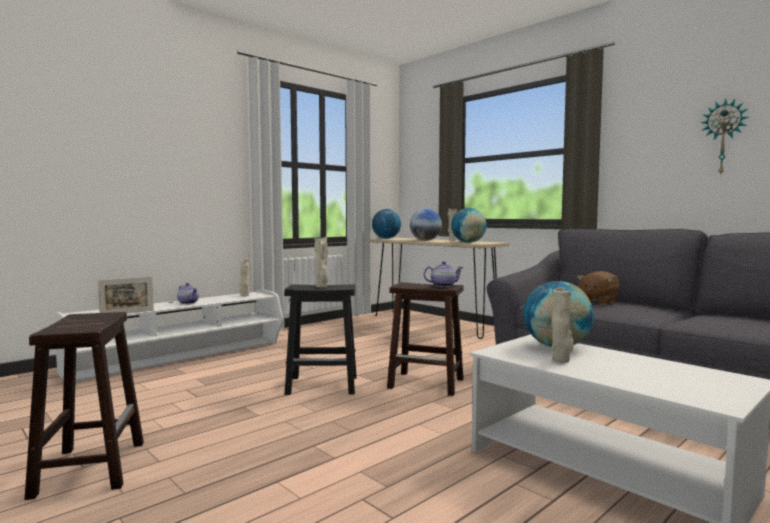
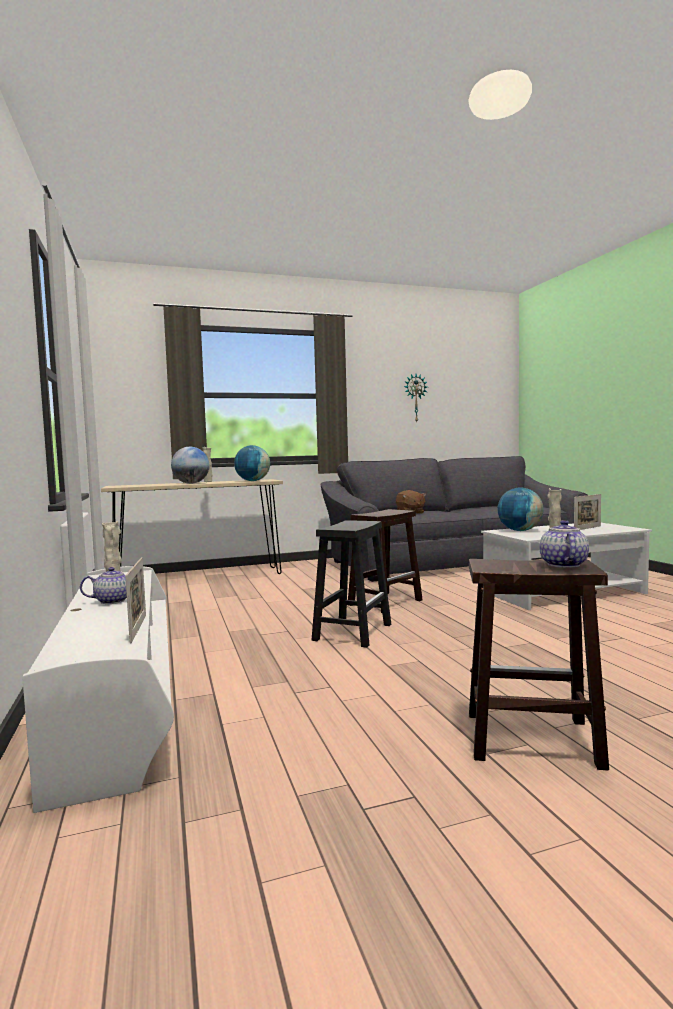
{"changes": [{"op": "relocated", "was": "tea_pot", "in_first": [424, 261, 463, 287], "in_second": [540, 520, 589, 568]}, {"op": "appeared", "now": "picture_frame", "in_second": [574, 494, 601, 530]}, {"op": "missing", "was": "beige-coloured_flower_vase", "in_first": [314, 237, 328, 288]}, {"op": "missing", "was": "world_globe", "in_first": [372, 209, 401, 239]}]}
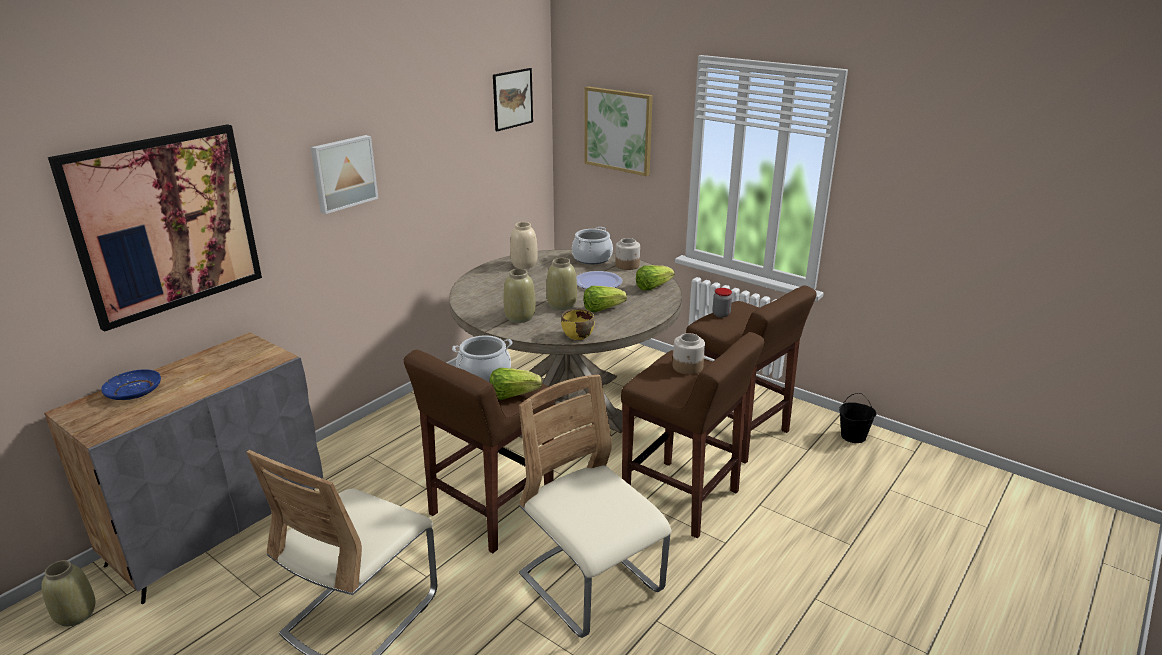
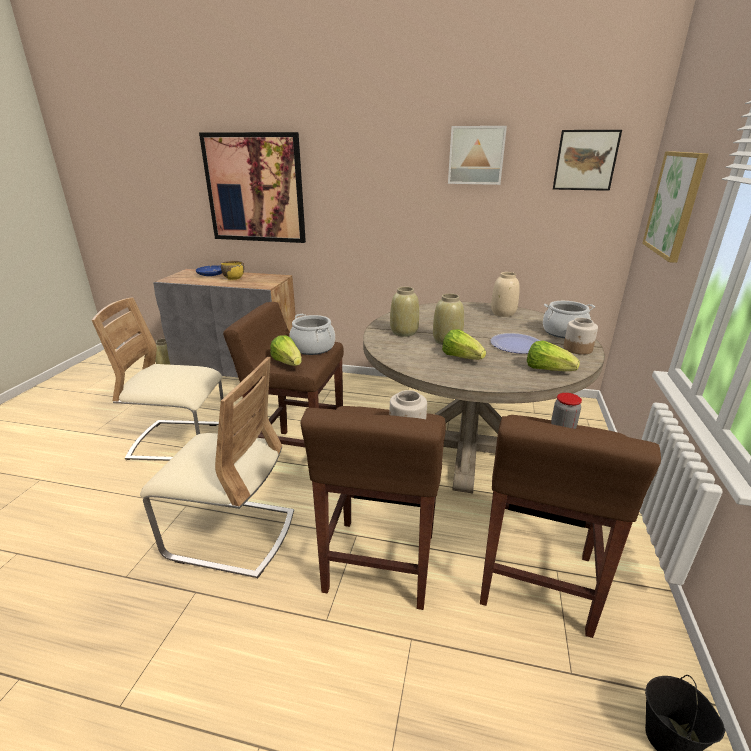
{"changes": [{"op": "spun", "was": "beige-coloured_plain_chair", "in_first": [519, 374, 671, 638], "in_second": [140, 357, 294, 578], "clockwise": 75}, {"op": "relocated", "was": "yellowish_deep_dish", "in_first": [561, 309, 595, 340], "in_second": [221, 261, 244, 280]}, {"op": "relocated", "was": "wall_picture", "in_first": [311, 135, 378, 214], "in_second": [448, 126, 507, 185]}]}
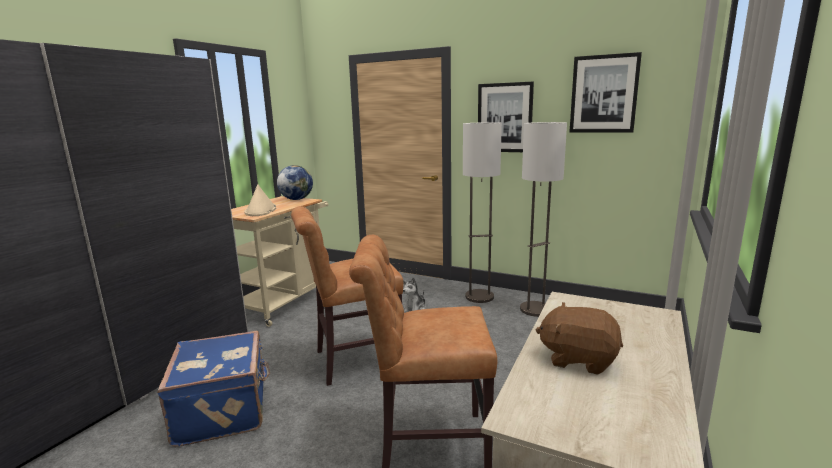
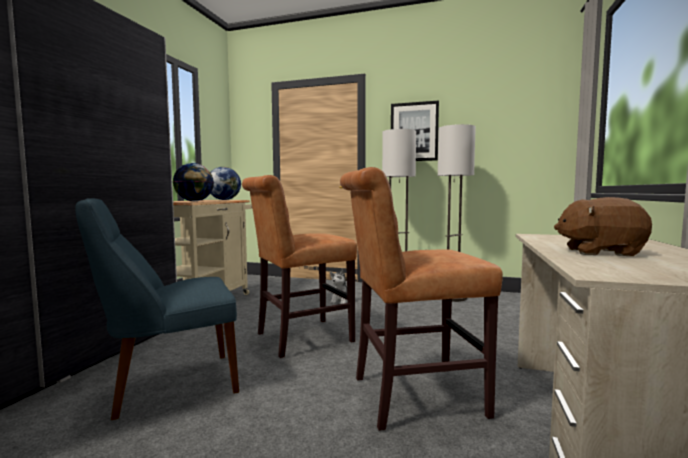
{"changes": [{"op": "exchanged", "was": "blue_suitcase", "now": "blue_plain_chair", "in_first": [157, 331, 270, 447], "in_second": [75, 198, 239, 420]}, {"op": "exchanged", "was": "beige-coloured_hat", "now": "world_globe", "in_first": [244, 185, 276, 216], "in_second": [173, 163, 214, 201]}, {"op": "missing", "was": "wall_picture", "in_first": [569, 52, 642, 132]}]}
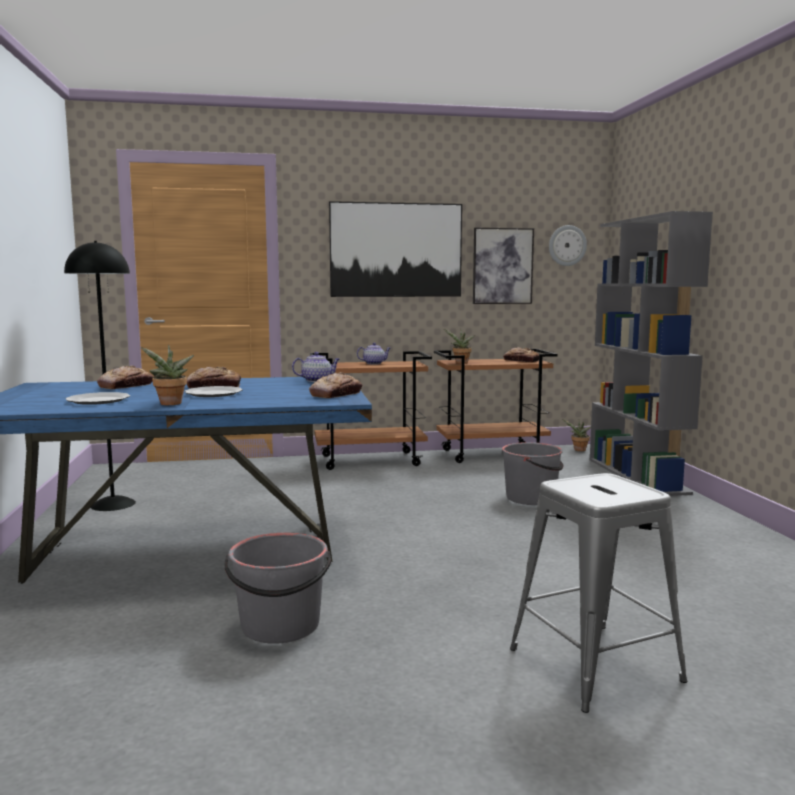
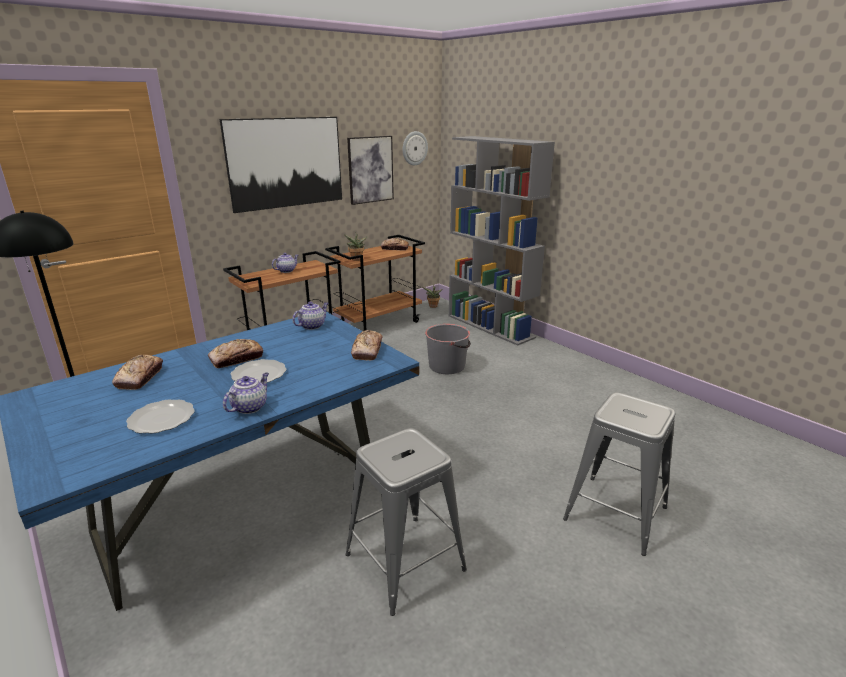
{"changes": [{"op": "exchanged", "was": "potted_plant", "now": "tea_pot", "in_first": [141, 345, 194, 405], "in_second": [223, 372, 269, 414]}, {"op": "exchanged", "was": "gray_pail", "now": "gray_stool", "in_first": [224, 533, 331, 644], "in_second": [345, 428, 467, 616]}]}
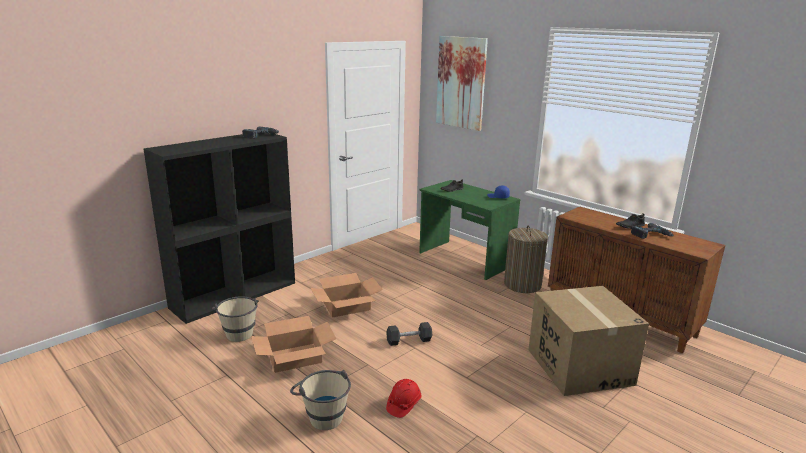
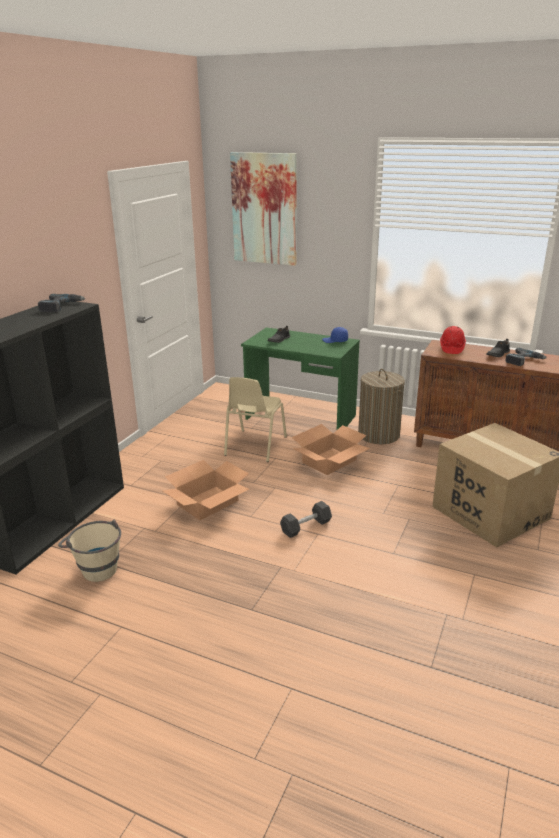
{"changes": [{"op": "appeared", "now": "beige-coloured_plain_chair", "in_second": [224, 377, 287, 462]}, {"op": "relocated", "was": "packing_box", "in_first": [251, 316, 336, 373], "in_second": [292, 424, 370, 475]}, {"op": "relocated", "was": "red-coloured_safety_helmet", "in_first": [386, 379, 422, 418], "in_second": [440, 326, 466, 354]}, {"op": "missing", "was": "beige-coloured_pail", "in_first": [290, 370, 351, 430]}]}
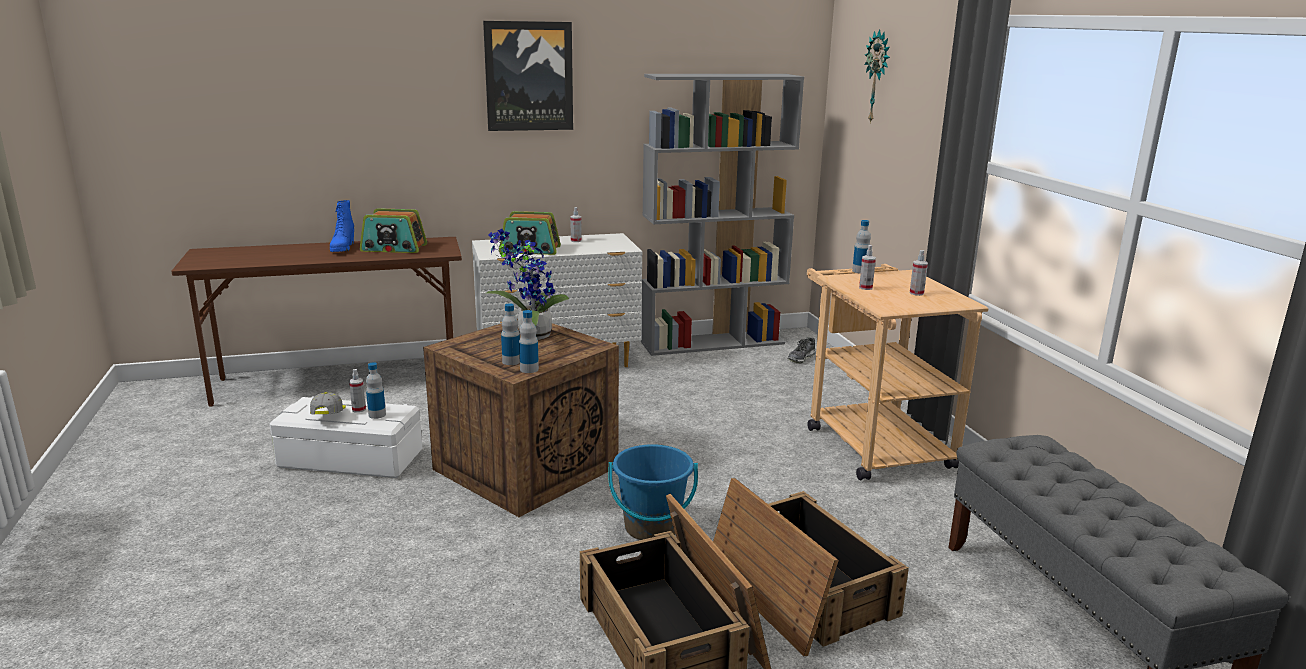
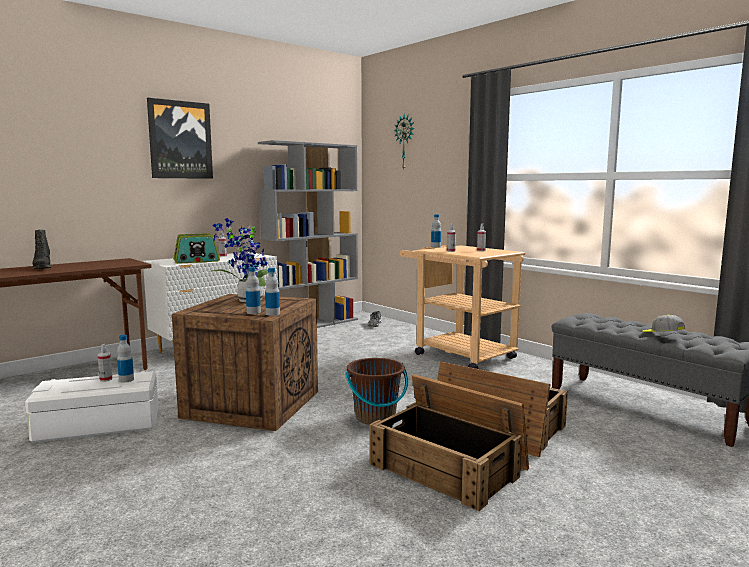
{"changes": [{"op": "colour", "was": "blue_high-top_boot", "now": "blackish_high-top_boot", "in_first": [330, 200, 354, 252], "in_second": [32, 230, 51, 269]}, {"op": "colour", "was": "blue_pail", "now": "brown_pail", "in_first": [608, 444, 698, 540], "in_second": [345, 358, 408, 425]}, {"op": "relocated", "was": "cap", "in_first": [310, 392, 346, 415], "in_second": [642, 314, 685, 332]}, {"op": "missing", "was": "radio", "in_first": [360, 208, 427, 253]}]}
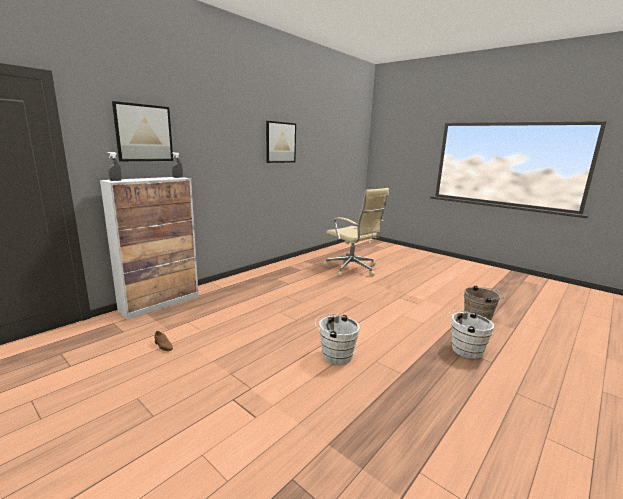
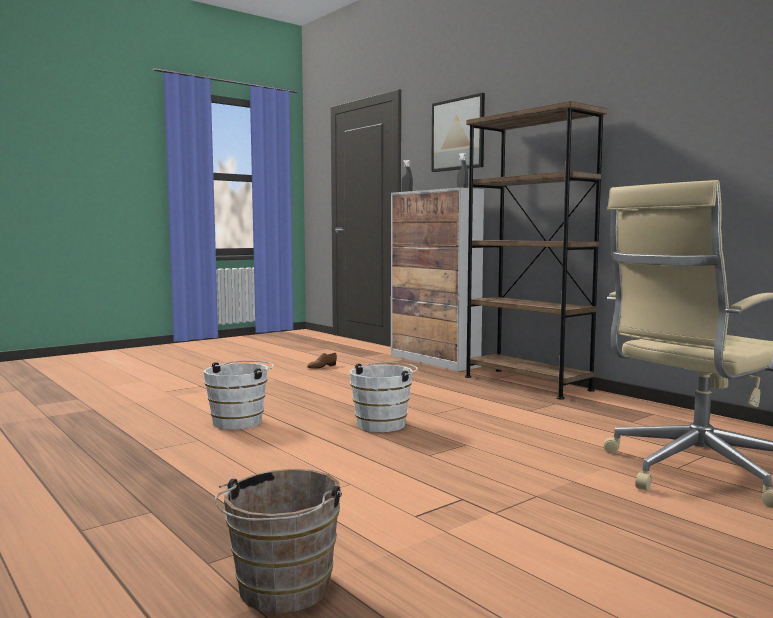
{"changes": [{"op": "relocated", "was": "whitish_pail", "in_first": [447, 310, 494, 359], "in_second": [350, 362, 418, 432]}, {"op": "appeared", "now": "brown_bookcase", "in_second": [465, 101, 607, 400]}, {"op": "missing", "was": "wall_picture", "in_first": [266, 121, 296, 163]}]}
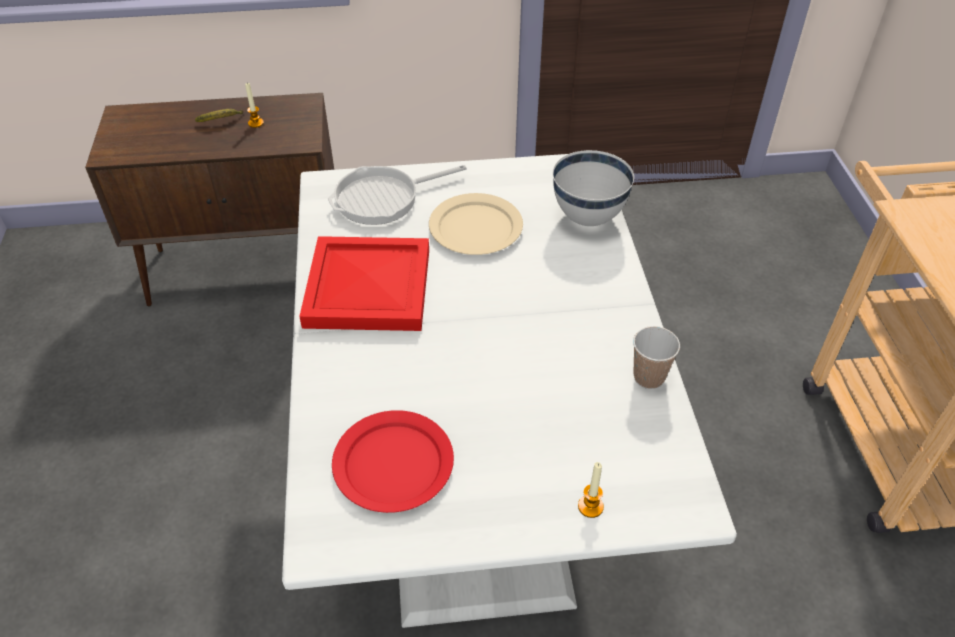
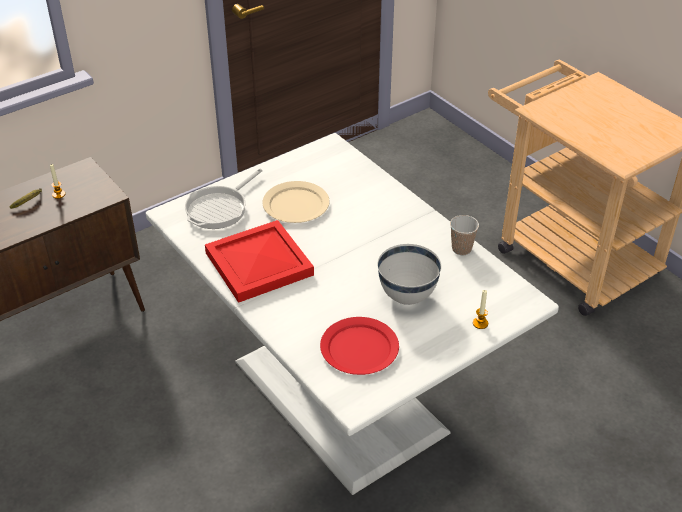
{"changes": [{"op": "relocated", "was": "whitish_deep_dish", "in_first": [553, 150, 634, 226], "in_second": [377, 244, 442, 305]}]}
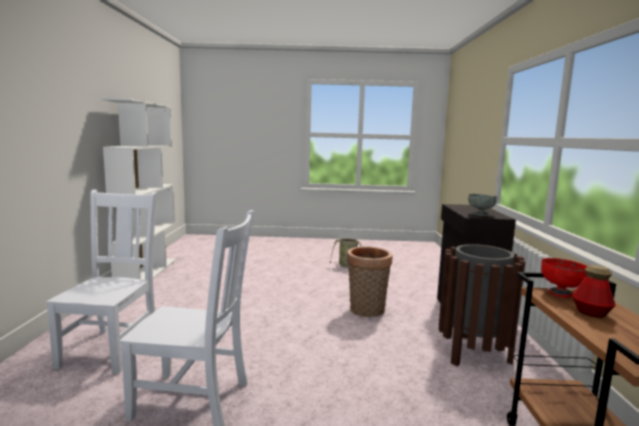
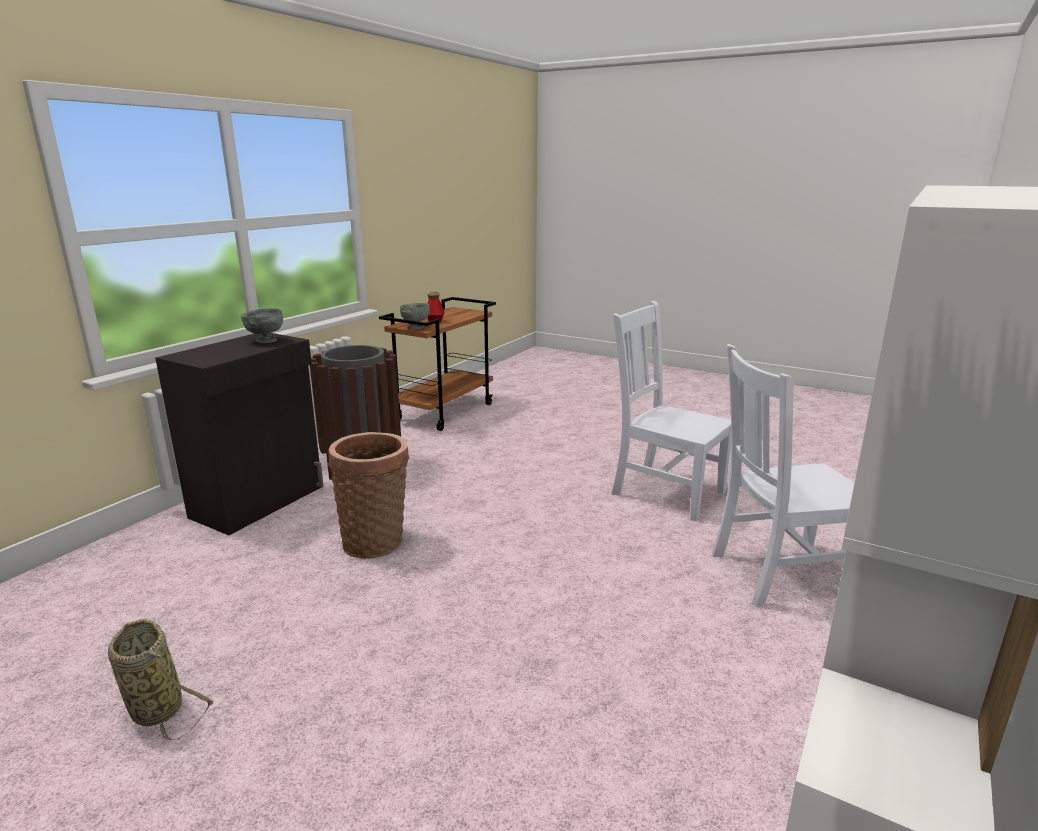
{"changes": [{"op": "colour", "was": "red-coloured_deep_dish", "now": "gray_deep_dish", "in_first": [541, 258, 588, 298], "in_second": [400, 303, 430, 329]}, {"op": "spun", "was": "whitish_plain_chair", "in_first": [46, 190, 157, 374], "in_second": [712, 344, 854, 607], "clockwise": 45}]}
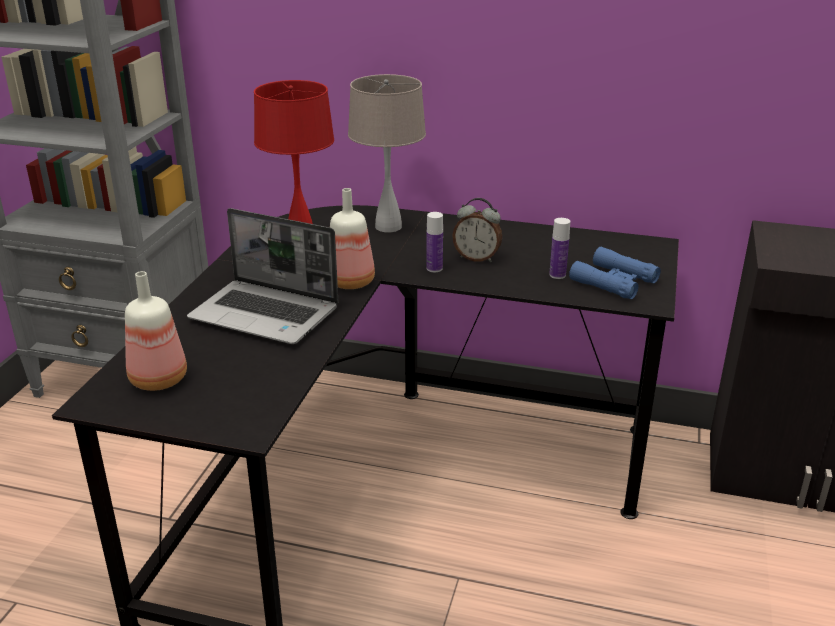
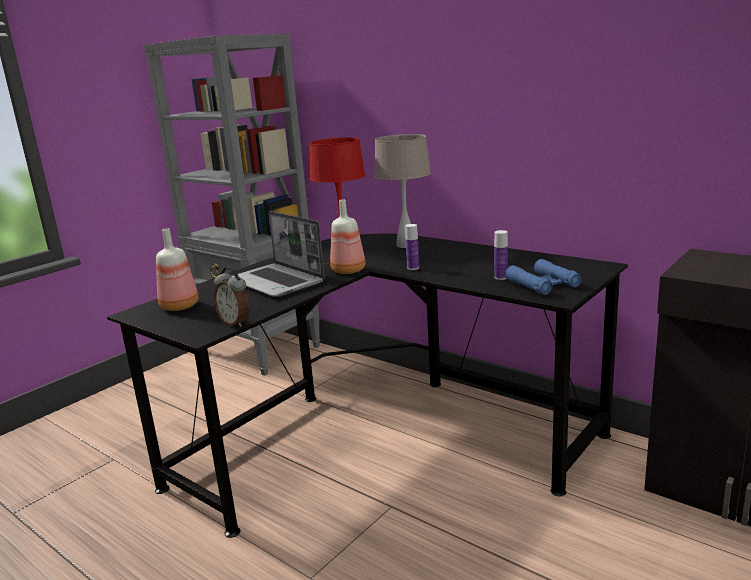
{"changes": [{"op": "relocated", "was": "alarm_clock", "in_first": [452, 198, 502, 262], "in_second": [214, 267, 250, 327]}]}
